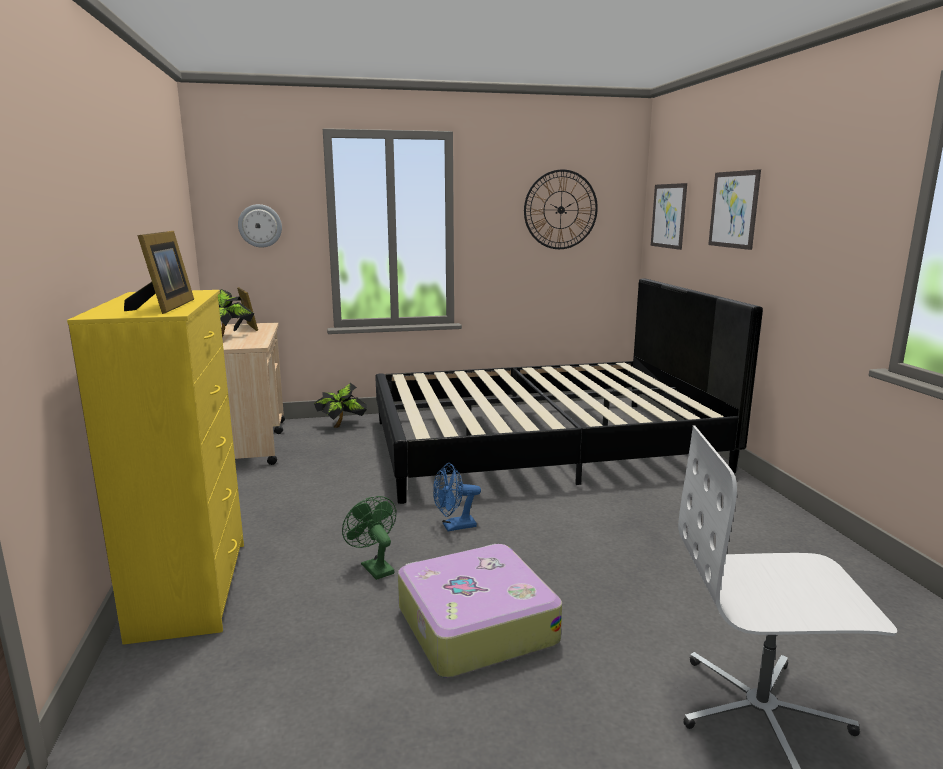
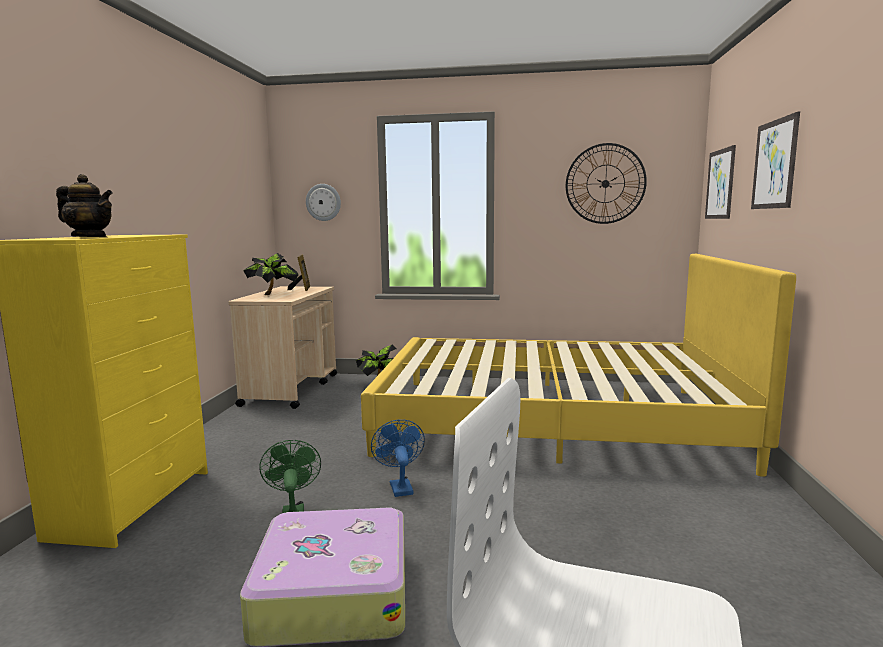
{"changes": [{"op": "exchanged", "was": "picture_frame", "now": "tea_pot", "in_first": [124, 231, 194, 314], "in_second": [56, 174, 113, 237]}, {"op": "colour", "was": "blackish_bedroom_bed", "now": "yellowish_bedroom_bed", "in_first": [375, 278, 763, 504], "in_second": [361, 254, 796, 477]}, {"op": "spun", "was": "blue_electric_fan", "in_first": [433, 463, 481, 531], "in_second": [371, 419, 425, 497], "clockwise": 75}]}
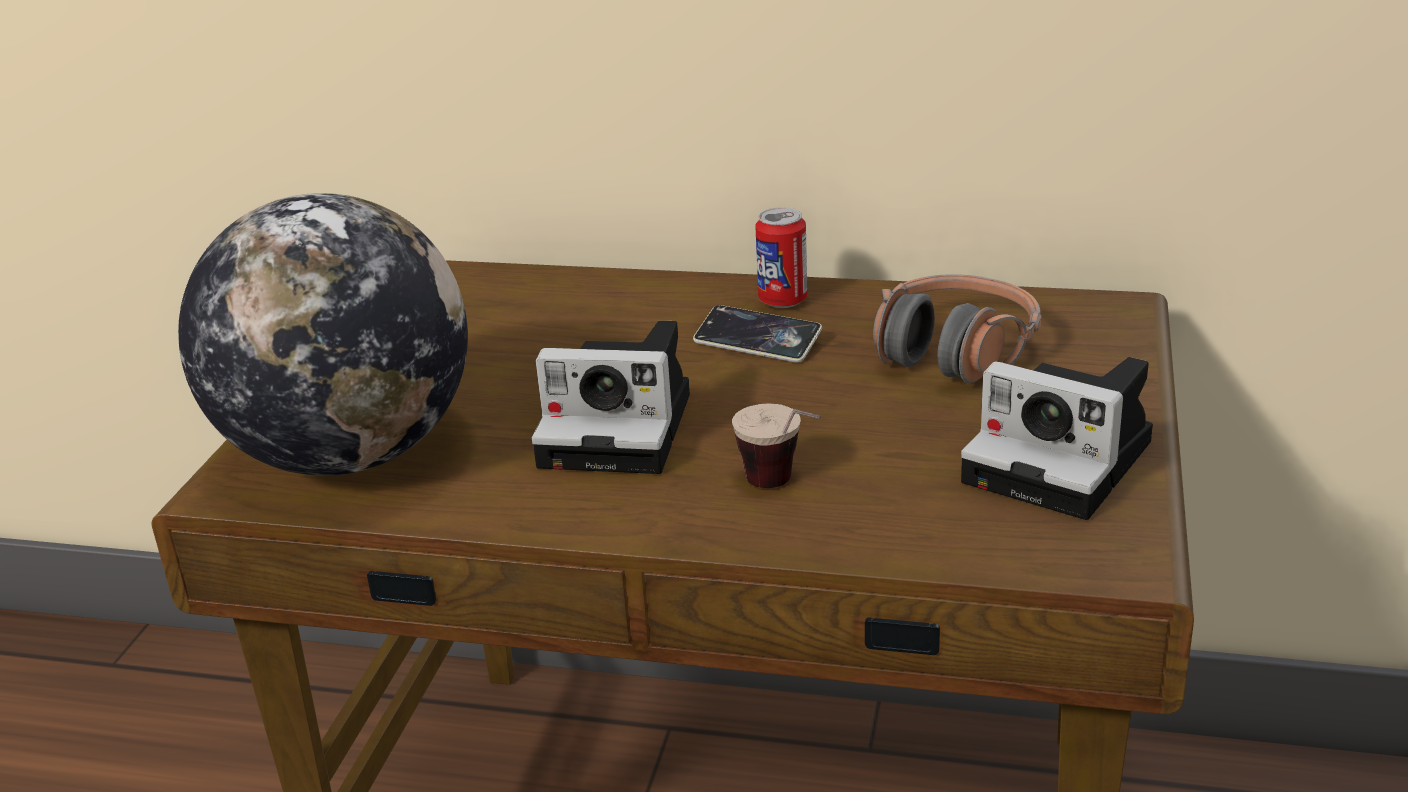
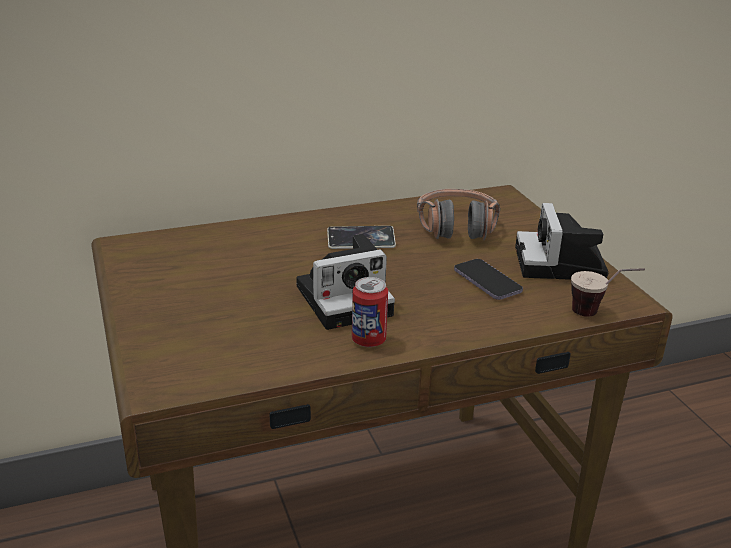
{"changes": [{"op": "relocated", "was": "sealed_can", "in_first": [755, 207, 808, 308], "in_second": [352, 277, 388, 347]}, {"op": "appeared", "now": "handset", "in_second": [454, 259, 523, 300]}, {"op": "spun", "was": "photo_camera", "in_first": [961, 357, 1153, 520], "in_second": [515, 203, 608, 280], "clockwise": 90}, {"op": "relocated", "was": "small_cup", "in_first": [732, 403, 821, 488], "in_second": [571, 268, 645, 317]}, {"op": "missing", "was": "world_globe", "in_first": [178, 193, 468, 476]}]}
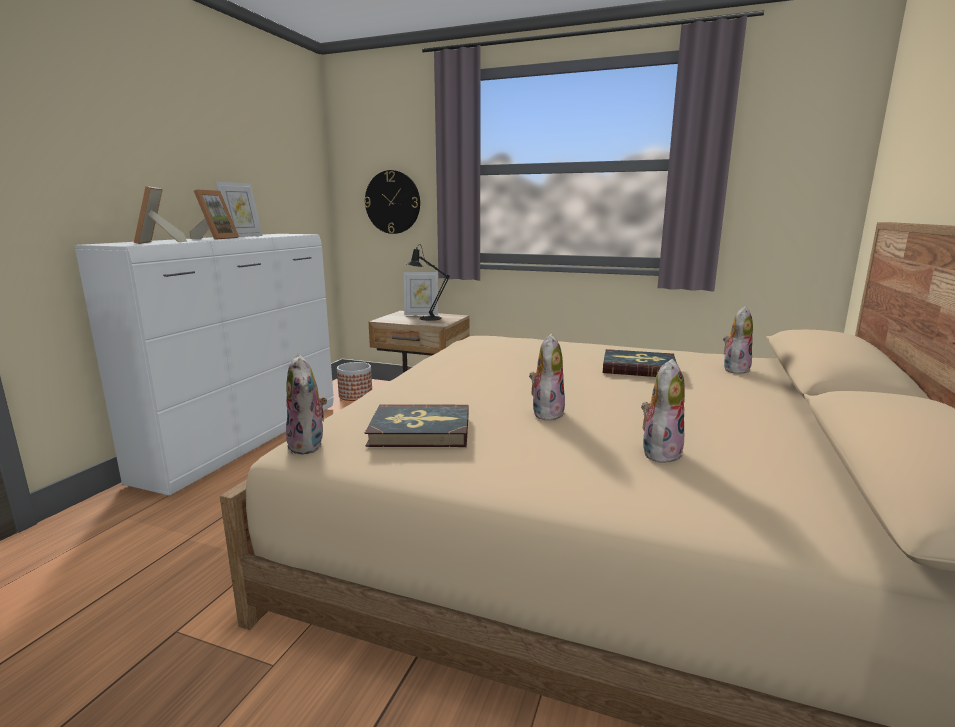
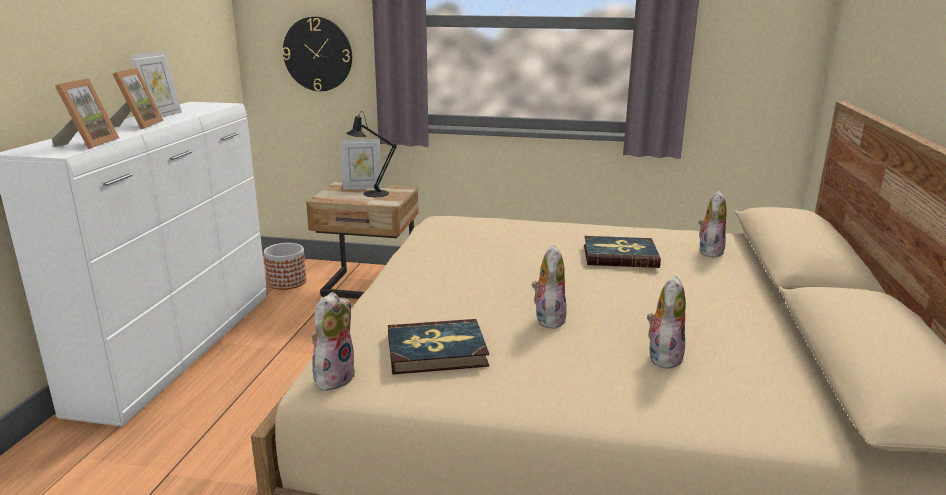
{"changes": [{"op": "spun", "was": "picture_frame", "in_first": [134, 186, 187, 244], "in_second": [51, 78, 119, 149], "clockwise": -150}, {"op": "spun", "was": "plush_toy", "in_first": [286, 354, 327, 454], "in_second": [312, 292, 355, 391], "clockwise": -120}]}
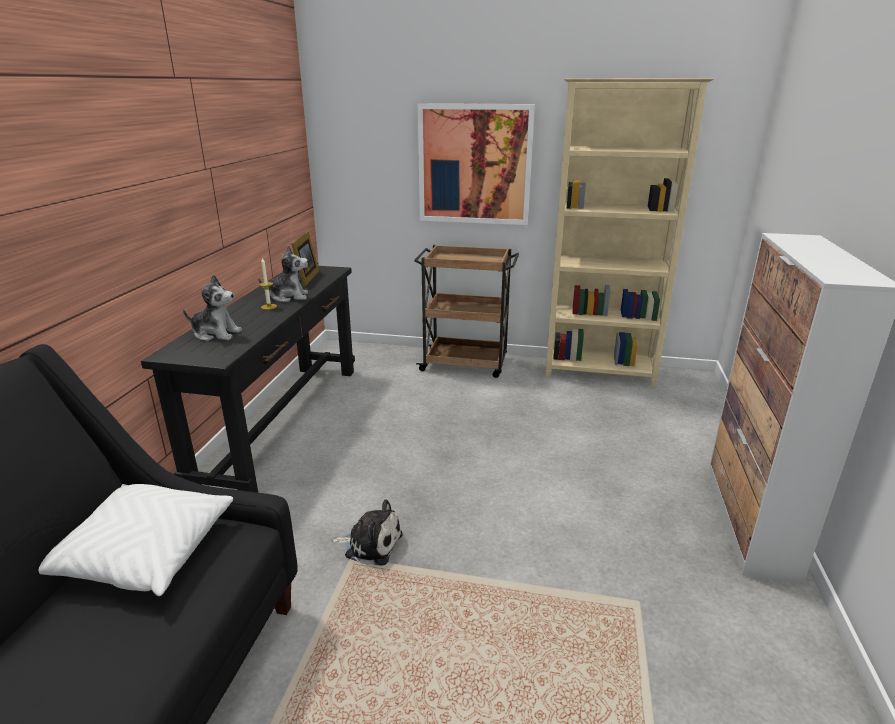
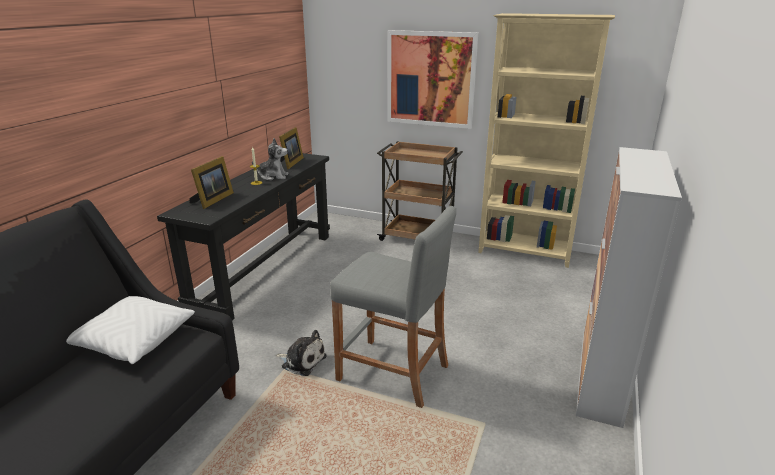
{"changes": [{"op": "exchanged", "was": "plush_toy", "now": "picture_frame", "in_first": [183, 274, 242, 341], "in_second": [190, 156, 234, 209]}, {"op": "appeared", "now": "gray_stool", "in_second": [330, 206, 456, 408]}]}
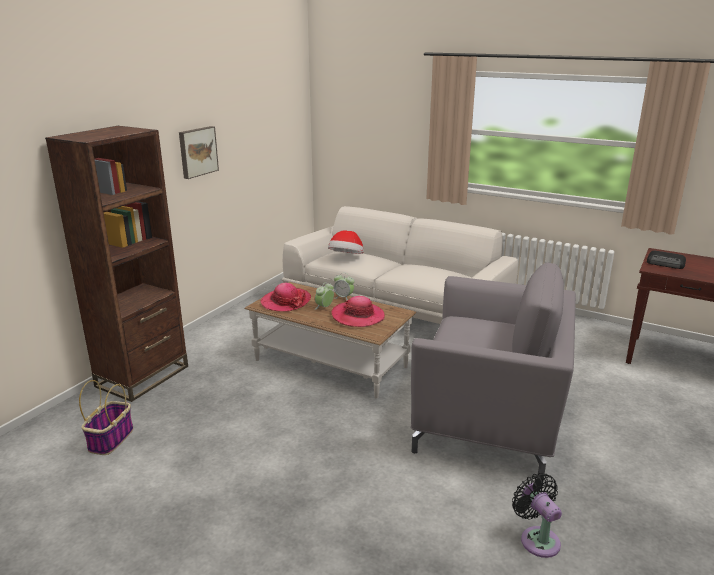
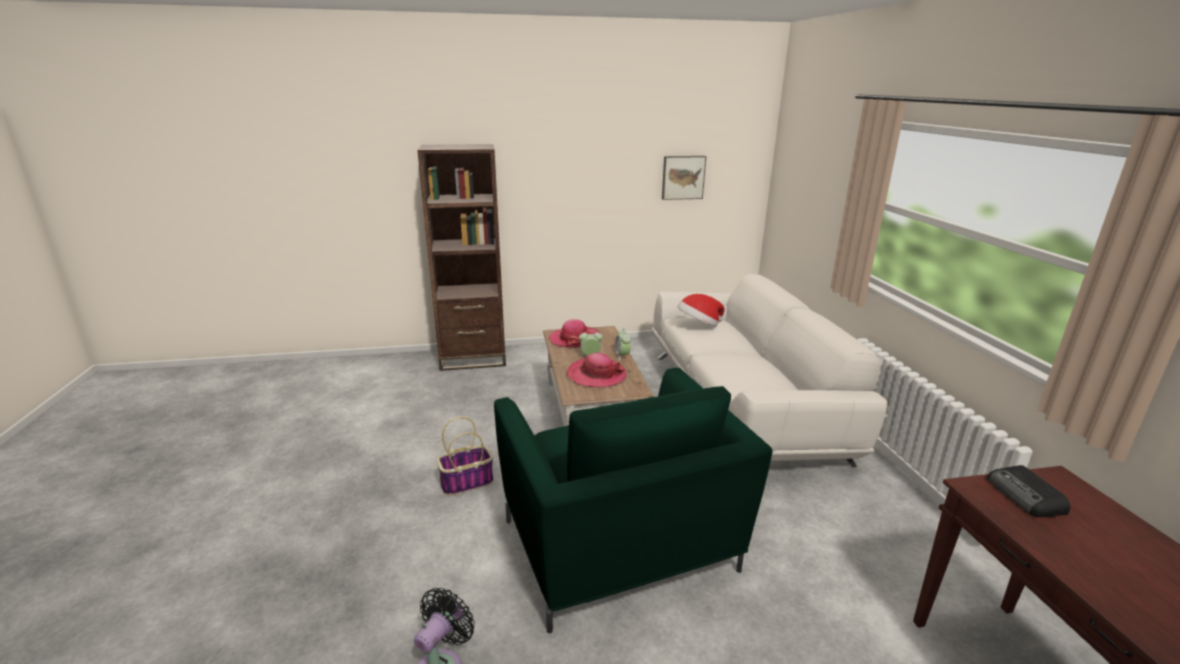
{"changes": [{"op": "relocated", "was": "basket", "in_first": [79, 380, 134, 455], "in_second": [437, 417, 494, 496]}, {"op": "colour", "was": "gray_easy_chair", "now": "greenish_easy_chair", "in_first": [410, 262, 576, 477], "in_second": [494, 368, 773, 633]}, {"op": "relocated", "was": "wall_picture", "in_first": [179, 126, 219, 179], "in_second": [662, 156, 706, 200]}]}
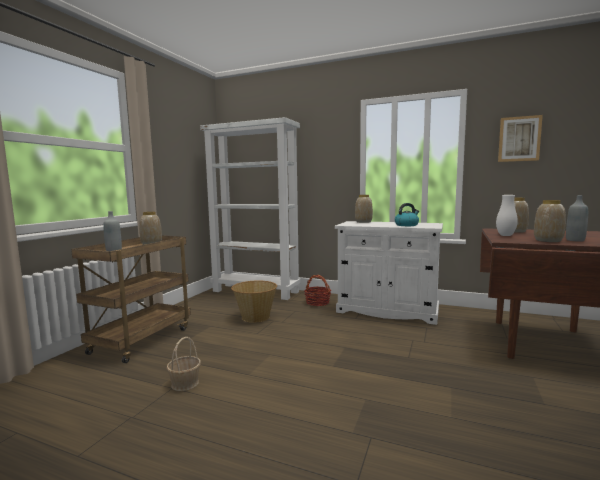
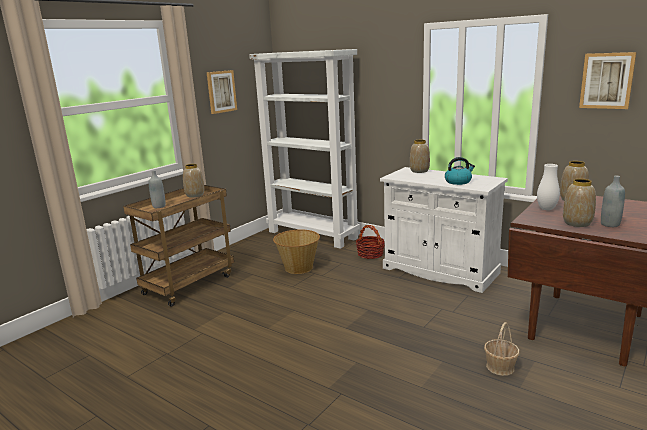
{"changes": [{"op": "appeared", "now": "wall_picture", "in_second": [207, 70, 237, 114]}, {"op": "relocated", "was": "basket", "in_first": [166, 337, 201, 391], "in_second": [484, 322, 520, 376]}]}
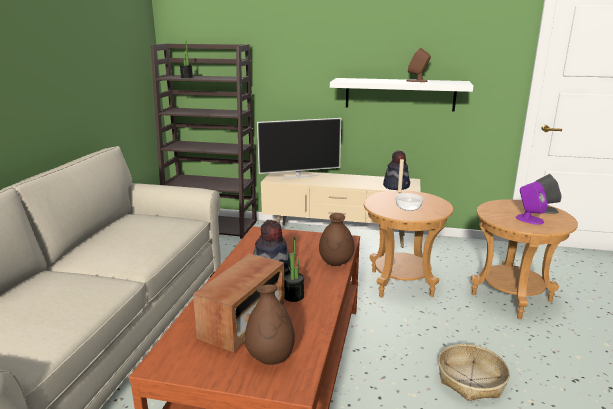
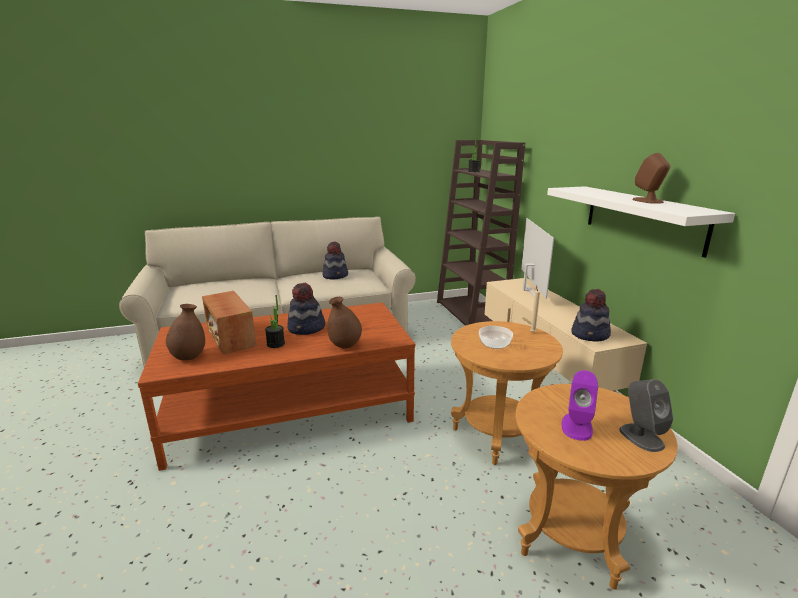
{"changes": [{"op": "spun", "was": "radio", "in_first": [193, 254, 285, 352], "in_second": [202, 291, 257, 354], "clockwise": 60}, {"op": "appeared", "now": "hat", "in_second": [322, 242, 348, 280]}, {"op": "spun", "was": "TV", "in_first": [257, 118, 341, 179], "in_second": [521, 218, 554, 299], "clockwise": -135}, {"op": "missing", "was": "basket", "in_first": [438, 344, 510, 401]}]}
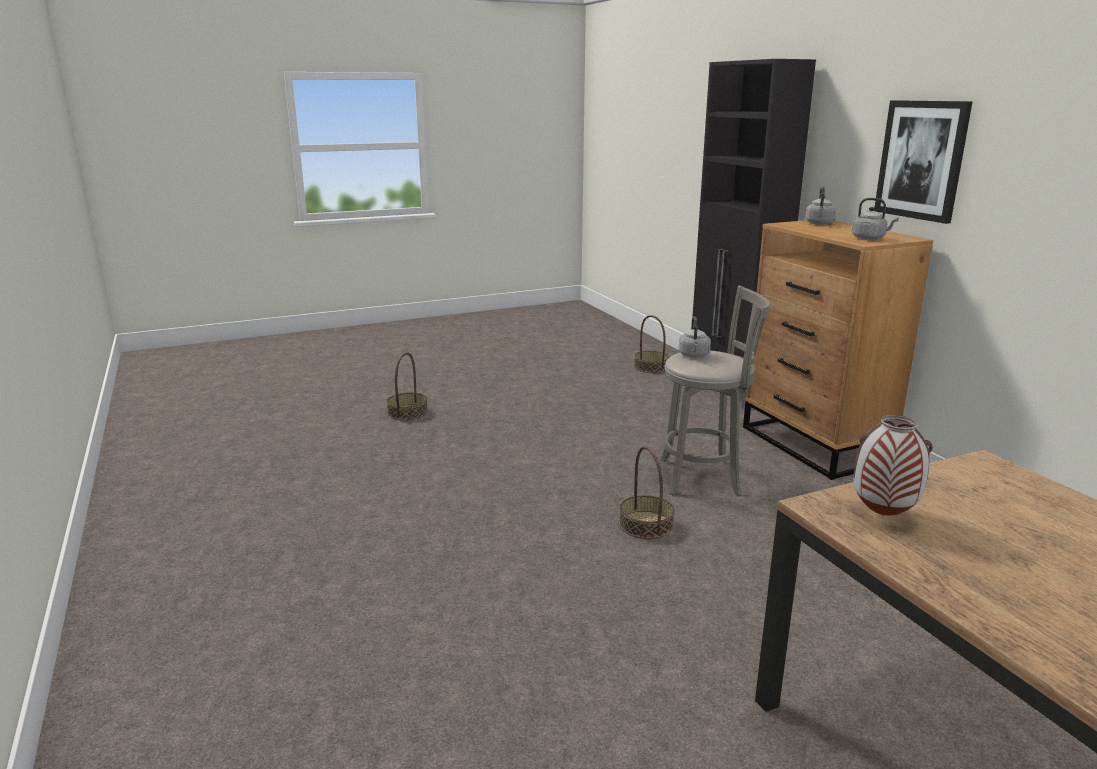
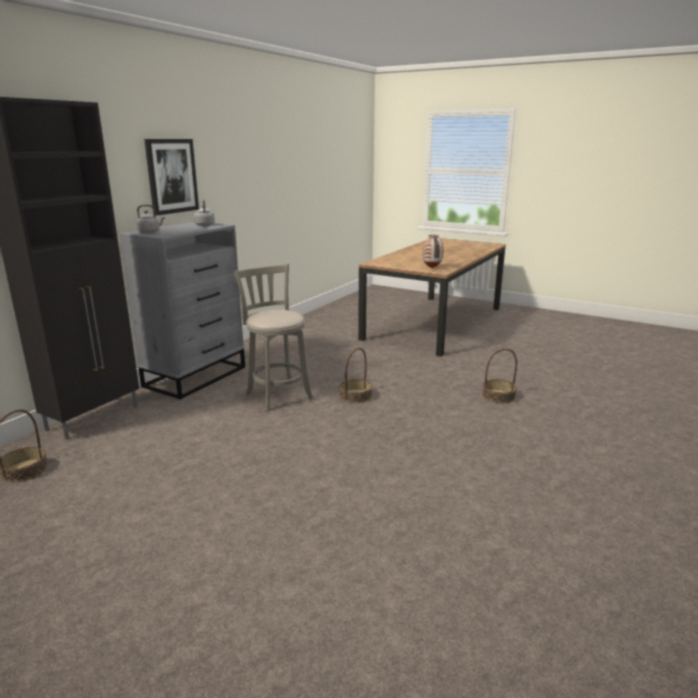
{"changes": [{"op": "colour", "was": "brown_dresser", "now": "gray_dresser", "in_first": [743, 220, 933, 480], "in_second": [119, 221, 245, 400]}, {"op": "relocated", "was": "basket", "in_first": [387, 352, 428, 420], "in_second": [482, 348, 517, 403]}, {"op": "missing", "was": "gray_water_kettle", "in_first": [679, 316, 711, 358]}]}
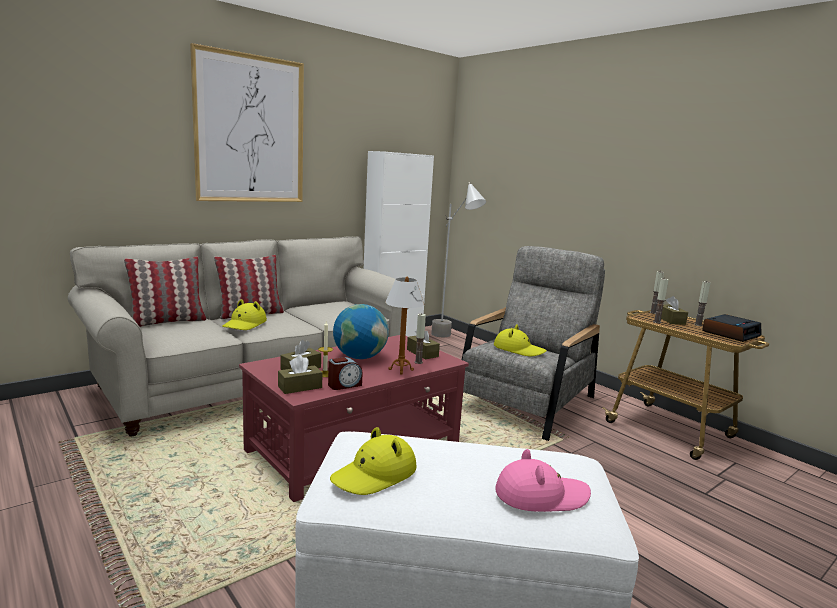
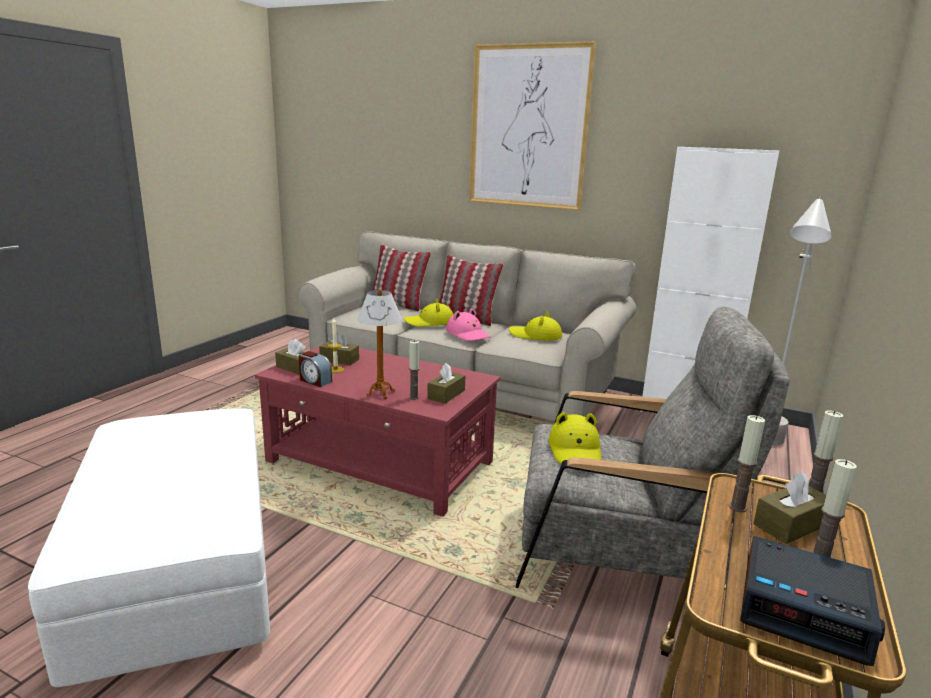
{"changes": [{"op": "relocated", "was": "pinkish_hat", "in_first": [495, 449, 591, 512], "in_second": [446, 308, 491, 341]}, {"op": "relocated", "was": "yellowish_hat", "in_first": [330, 427, 416, 495], "in_second": [509, 312, 562, 341]}, {"op": "missing", "was": "world_globe", "in_first": [333, 304, 389, 359]}]}
